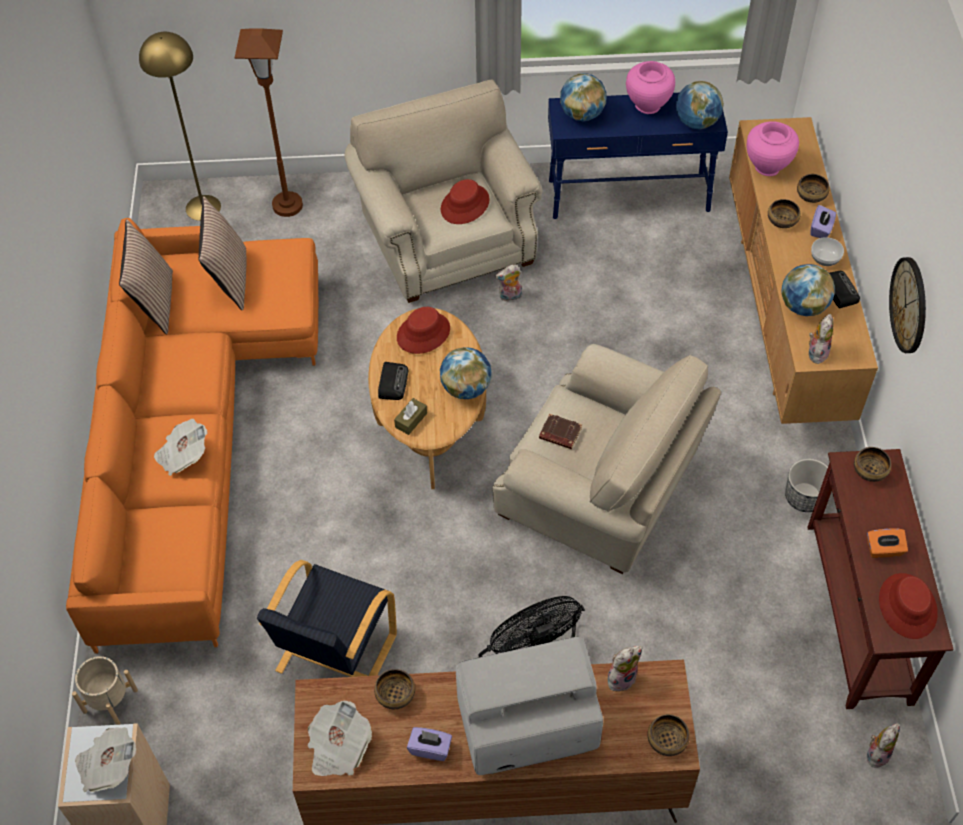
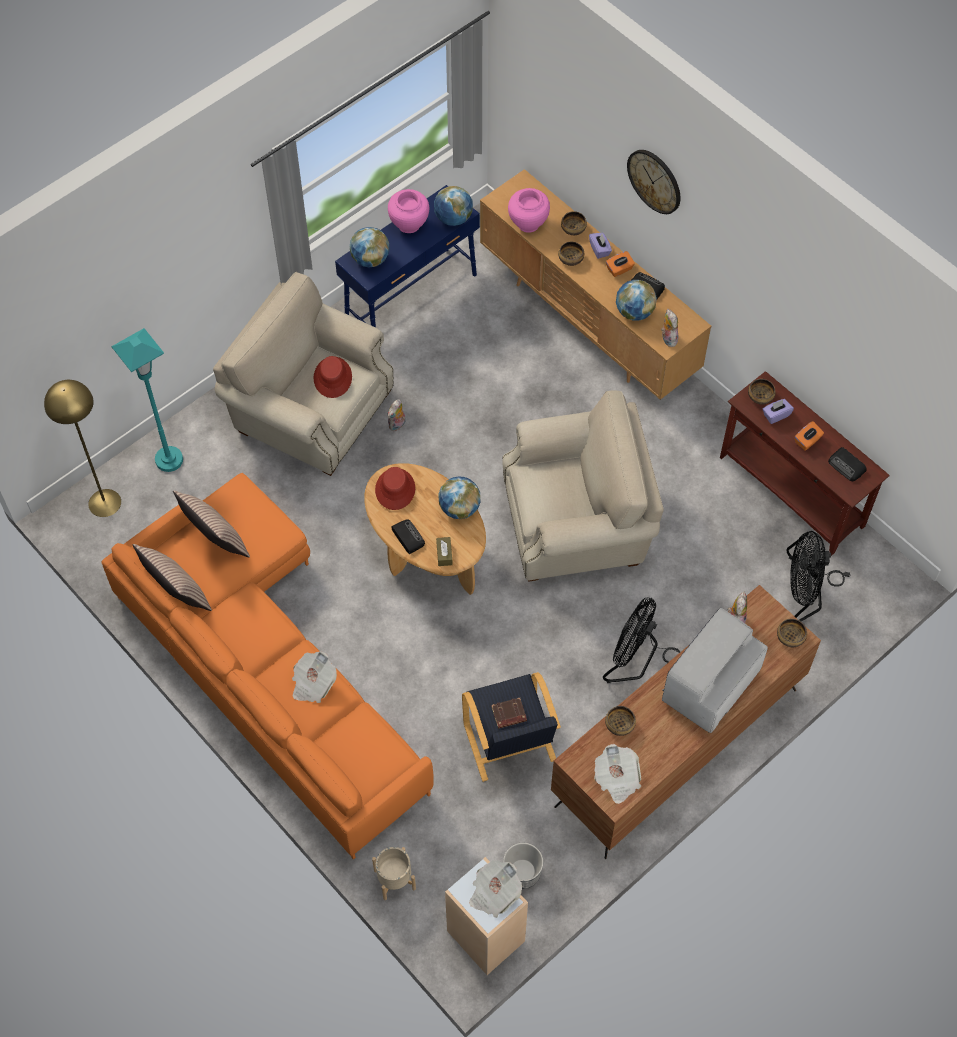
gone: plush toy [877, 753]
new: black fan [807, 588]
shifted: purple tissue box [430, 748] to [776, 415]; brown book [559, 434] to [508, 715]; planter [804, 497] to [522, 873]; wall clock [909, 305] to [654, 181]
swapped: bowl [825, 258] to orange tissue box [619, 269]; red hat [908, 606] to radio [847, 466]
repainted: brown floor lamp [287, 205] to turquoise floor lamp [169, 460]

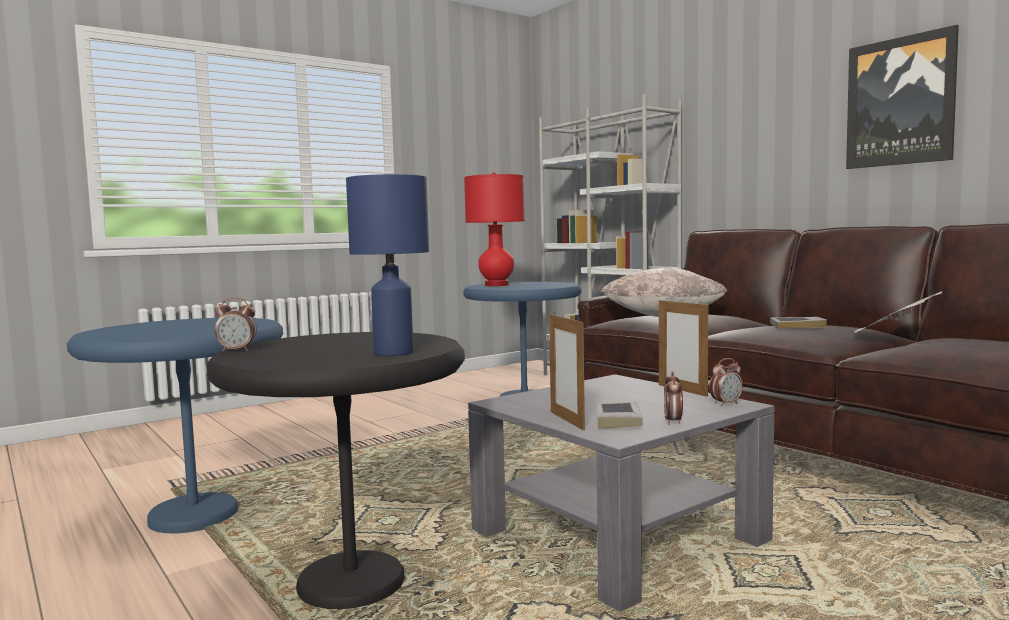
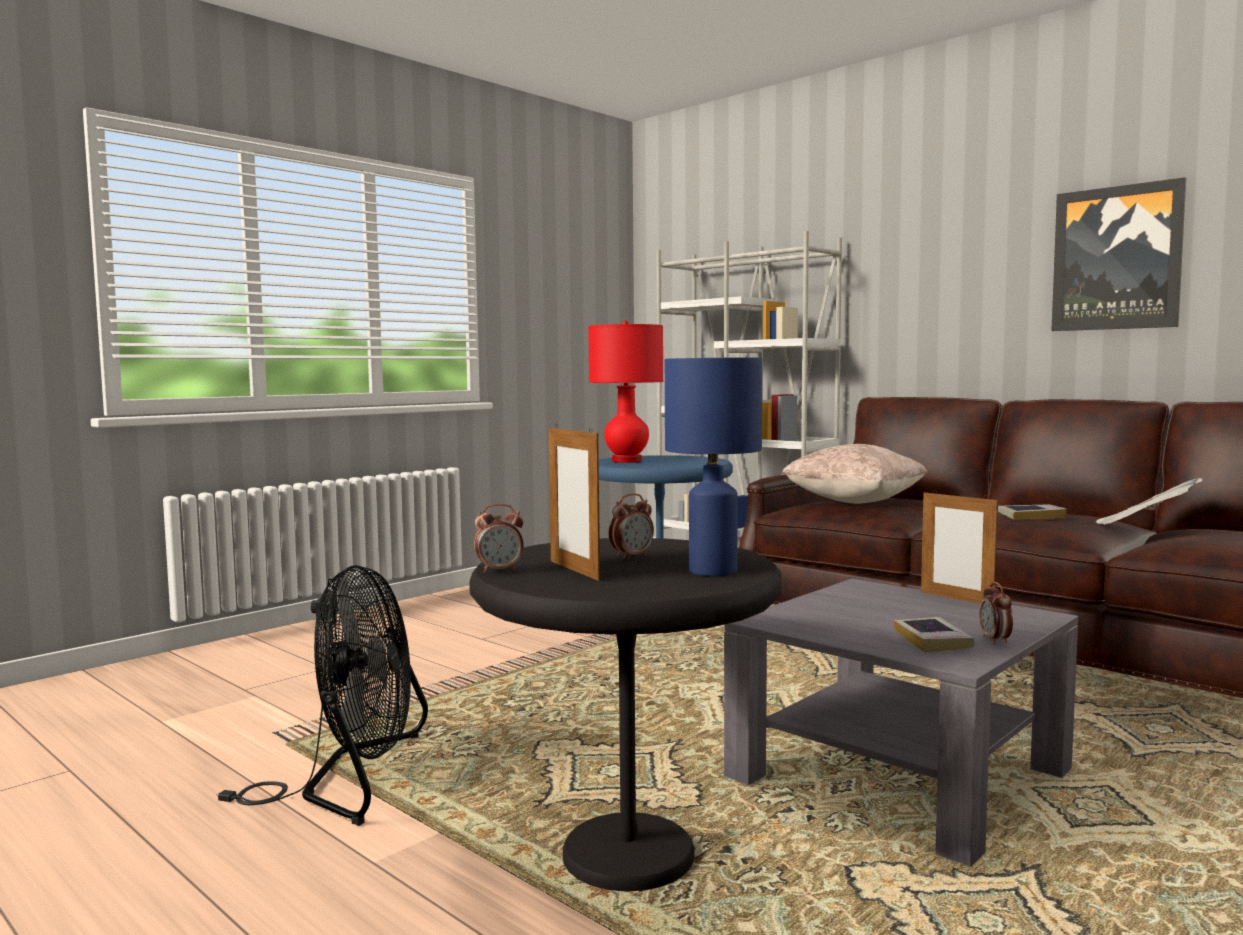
shifted: picture frame [567, 420] to [574, 570]; alarm clock [726, 404] to [631, 556]
swapped: blue side table [194, 516] to black fan [348, 779]

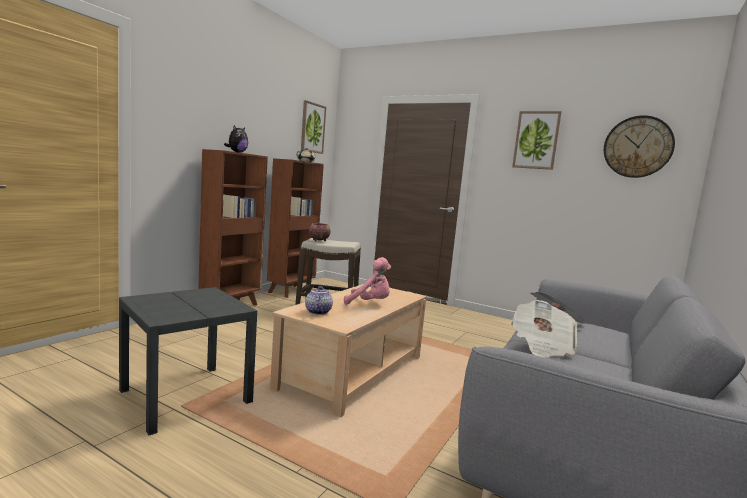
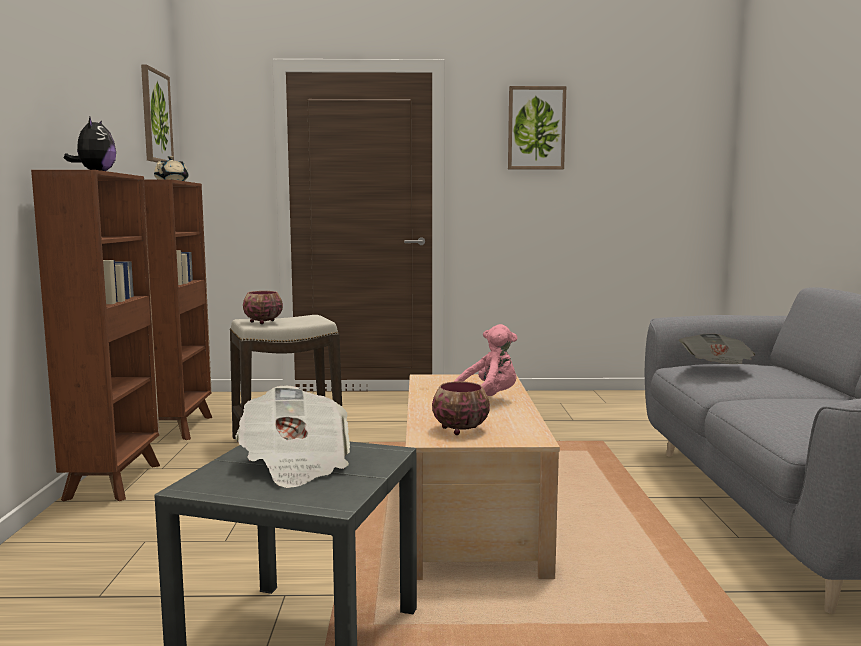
gone: wall clock [637, 147]
shifted: newspaper [541, 346] to [295, 465]
swapped: teapot [318, 311] to bowl [459, 429]

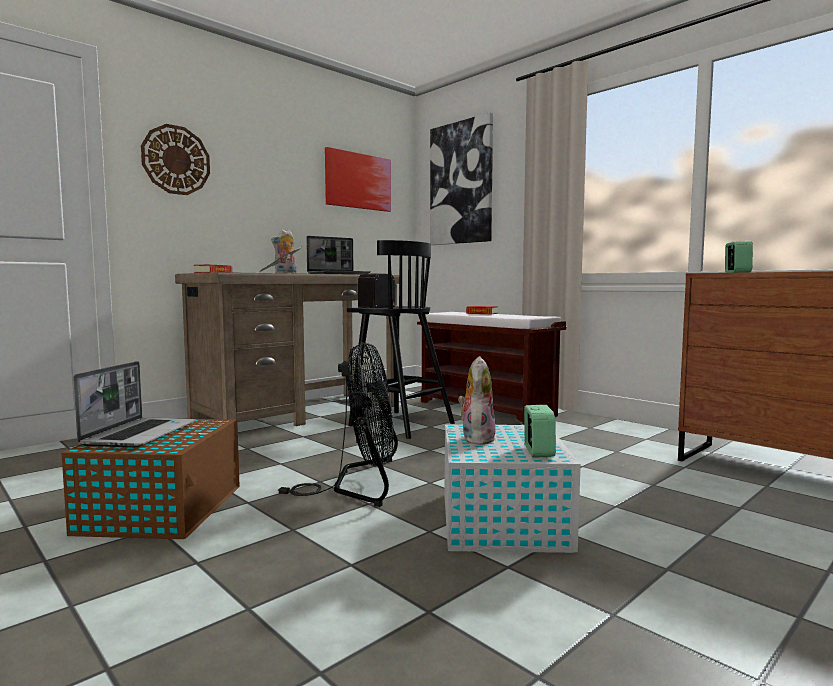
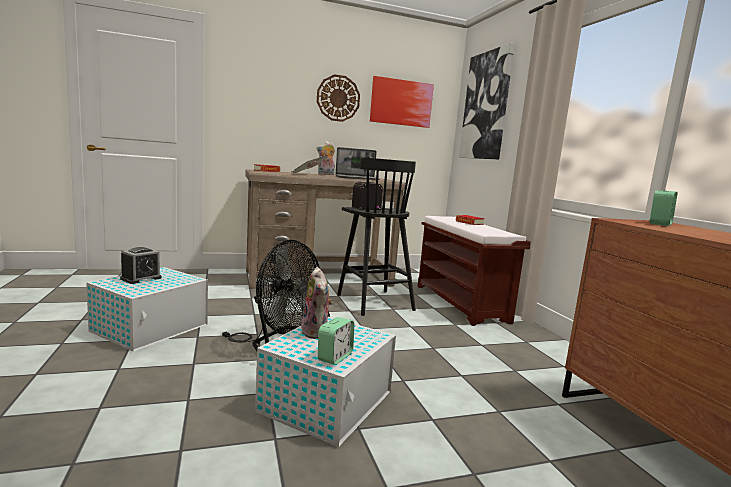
shifted: wall clock [176, 160] to [338, 98]
swapped: laptop [140, 434] to alarm clock [141, 278]
repainted: brown storage box [164, 509] to white storage box [152, 328]
rotated: plush toy [476, 438] = [316, 333] 120 degrees clockwise

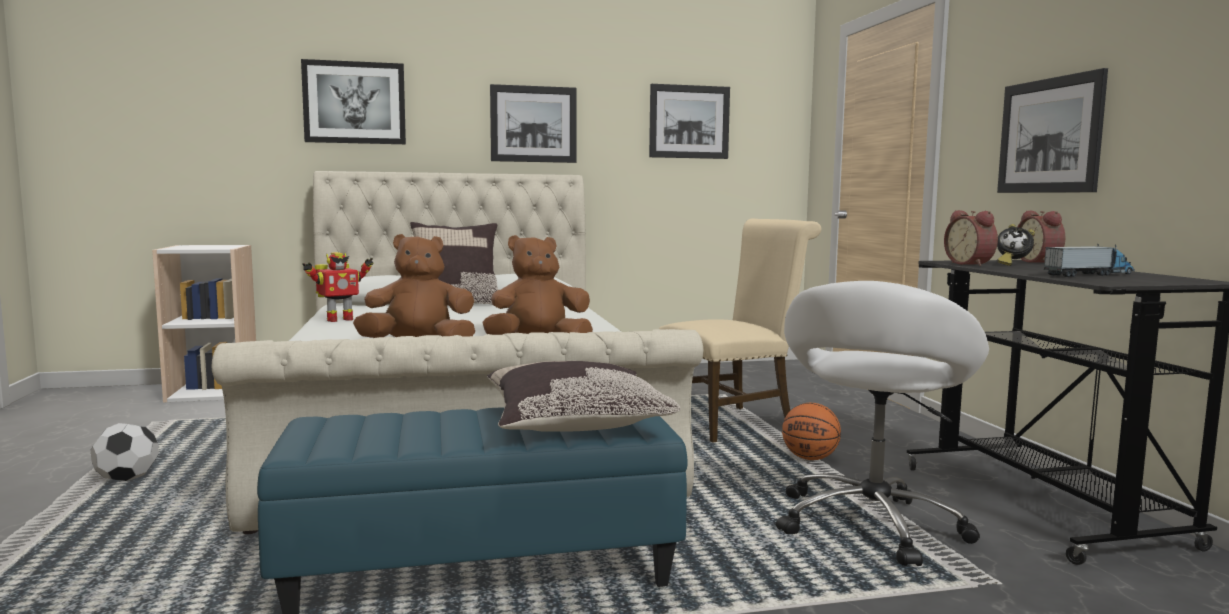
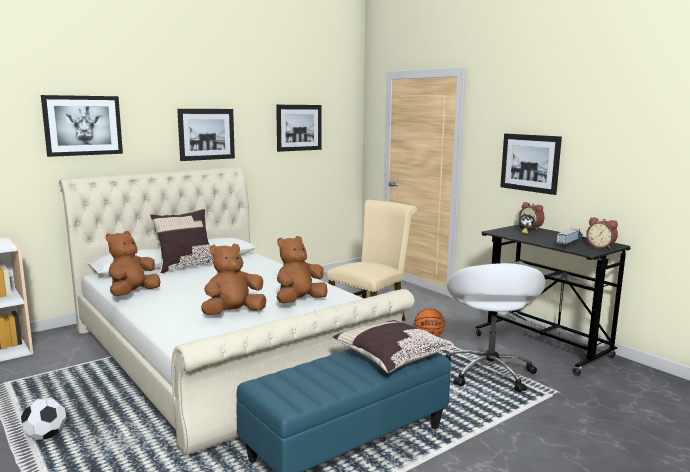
shifted: alarm clock [971, 264] to [601, 246]
swapped: toy robot [338, 320] to brown plush toy [133, 294]

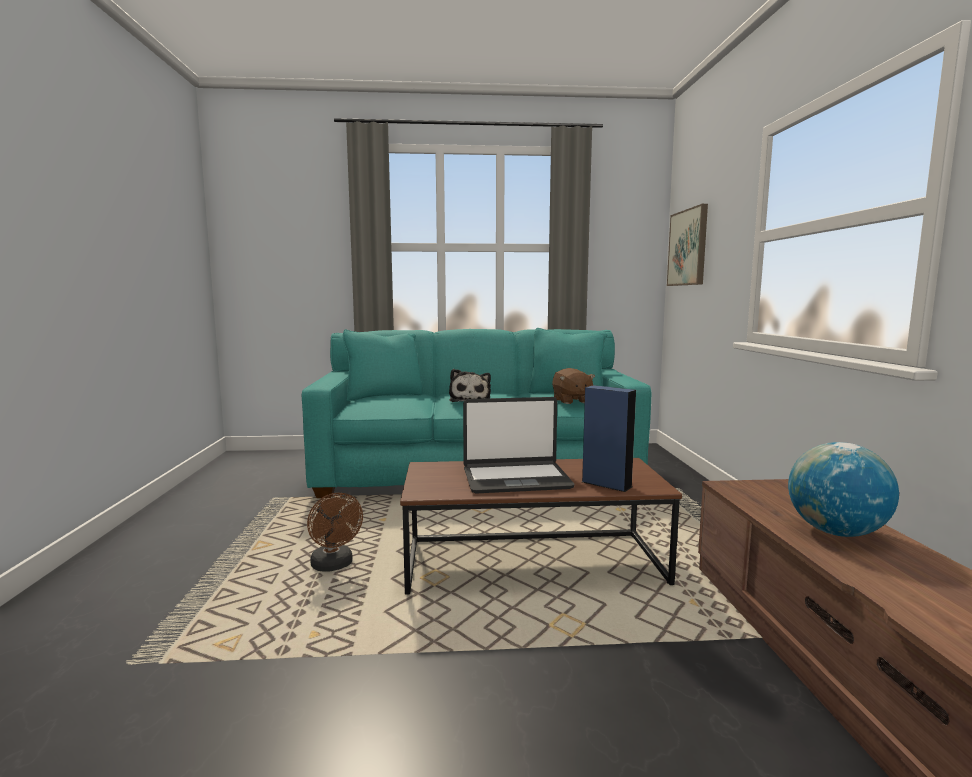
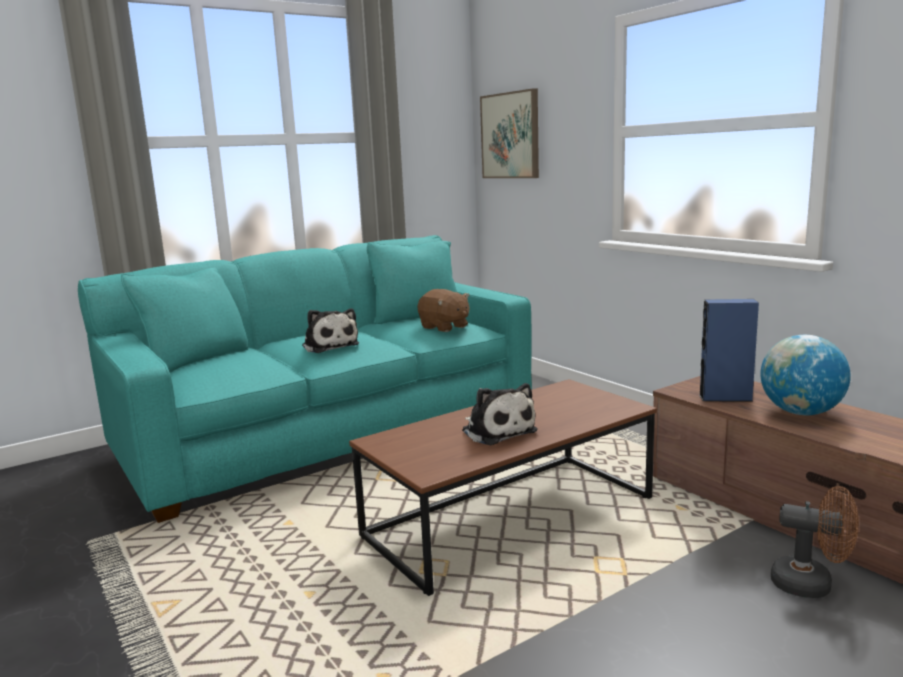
shifted: brown fan [334, 565] to [811, 585]; blue speaker [606, 484] to [725, 398]
swapped: laptop [516, 479] to plush toy [497, 431]

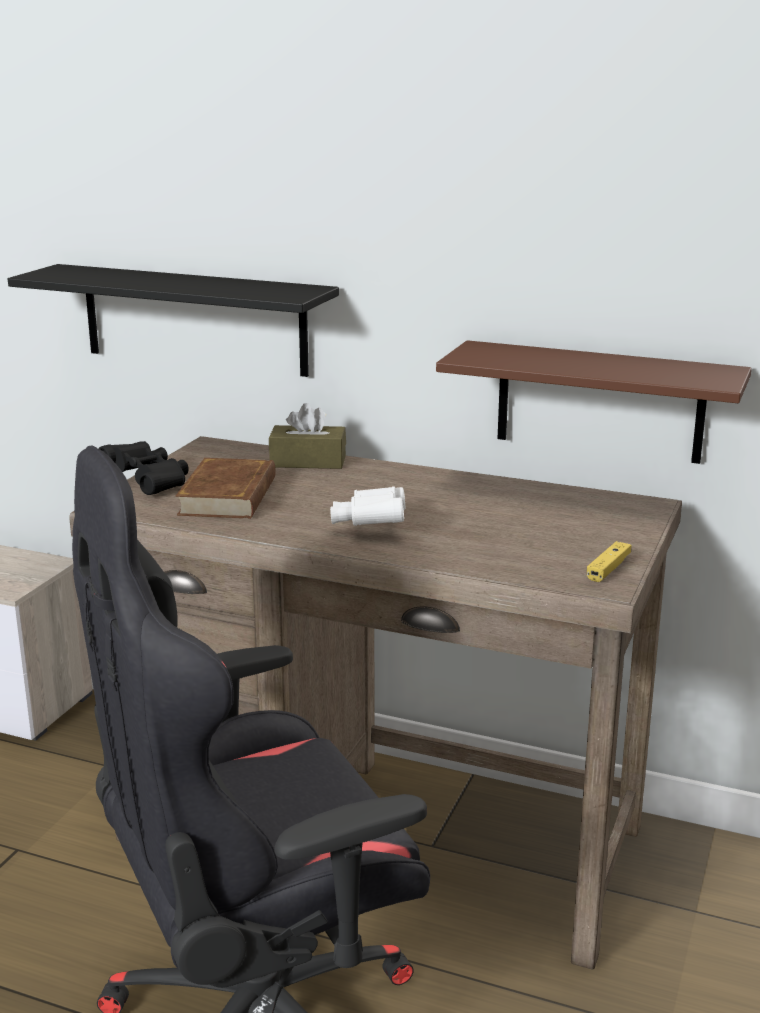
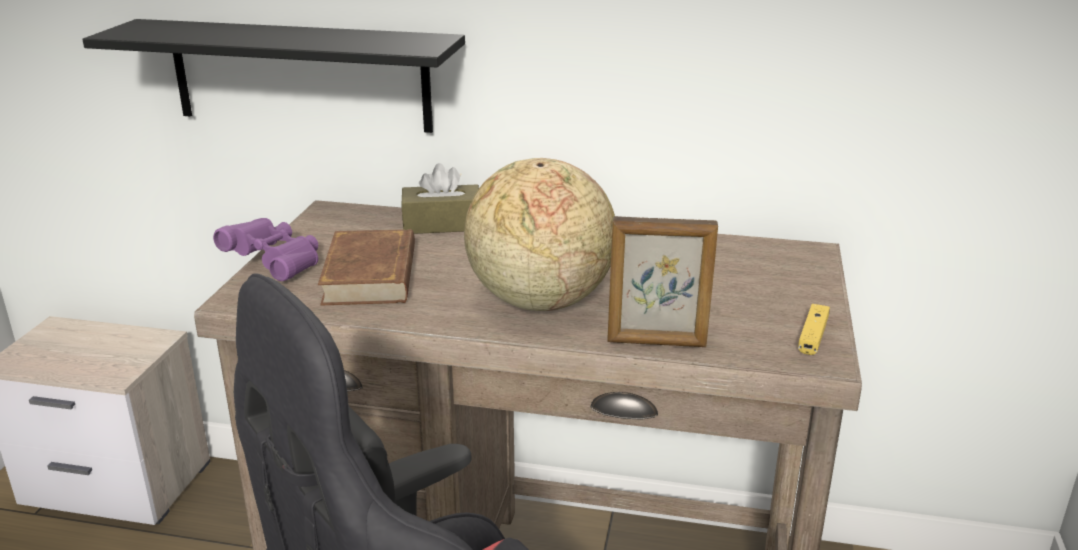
gone: brown shelf [599, 402]
new: picture frame [657, 343]
swapped: white binoculars [370, 525] to globe [539, 301]
repainted: black binoculars [149, 483] to purple binoculars [276, 264]

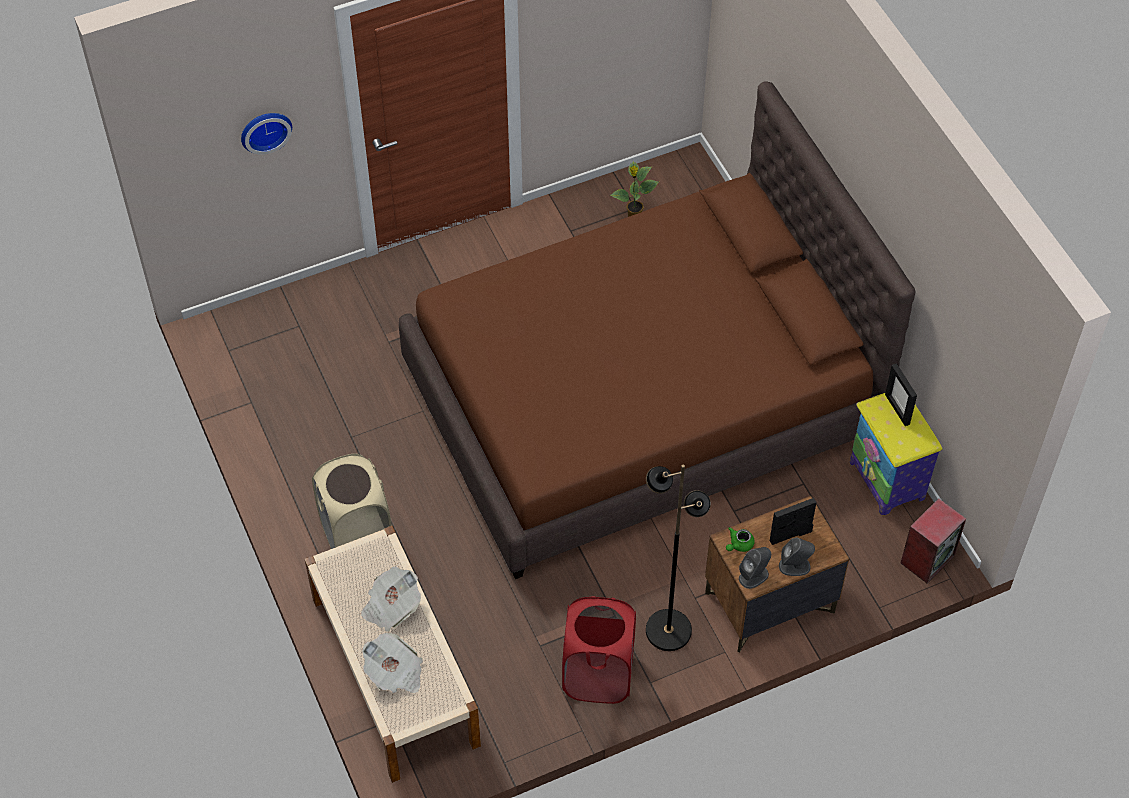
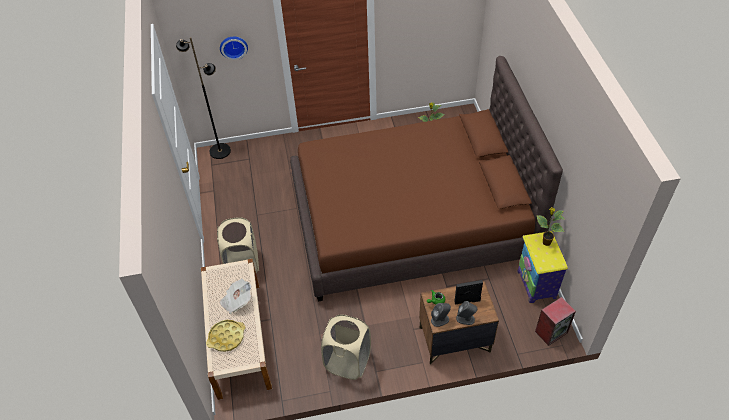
shifted: black floor lamp [667, 629] to [220, 151]
swapped: newspaper [395, 673] to yellow tray [226, 337]; picture frame [898, 409] to potted plant [546, 242]
repainted: red laundry basket [598, 675] to beige laundry basket [347, 362]

